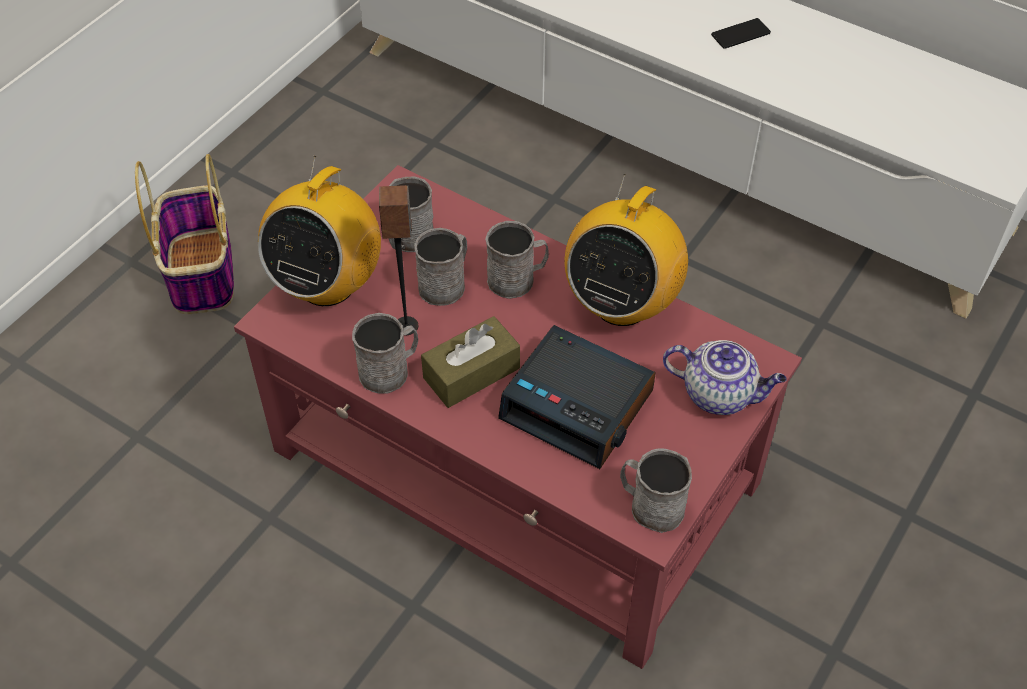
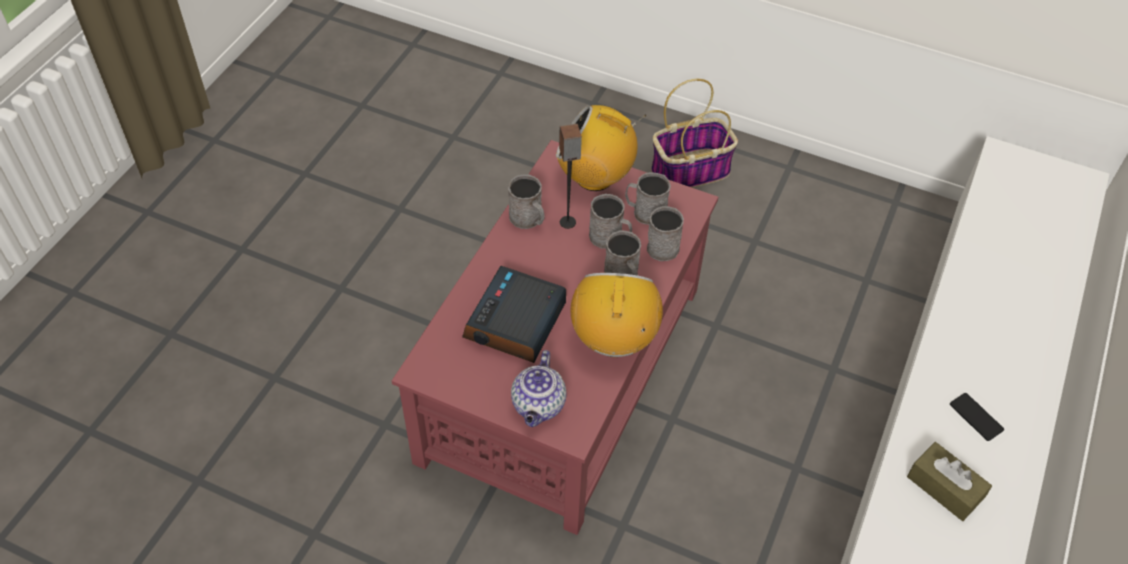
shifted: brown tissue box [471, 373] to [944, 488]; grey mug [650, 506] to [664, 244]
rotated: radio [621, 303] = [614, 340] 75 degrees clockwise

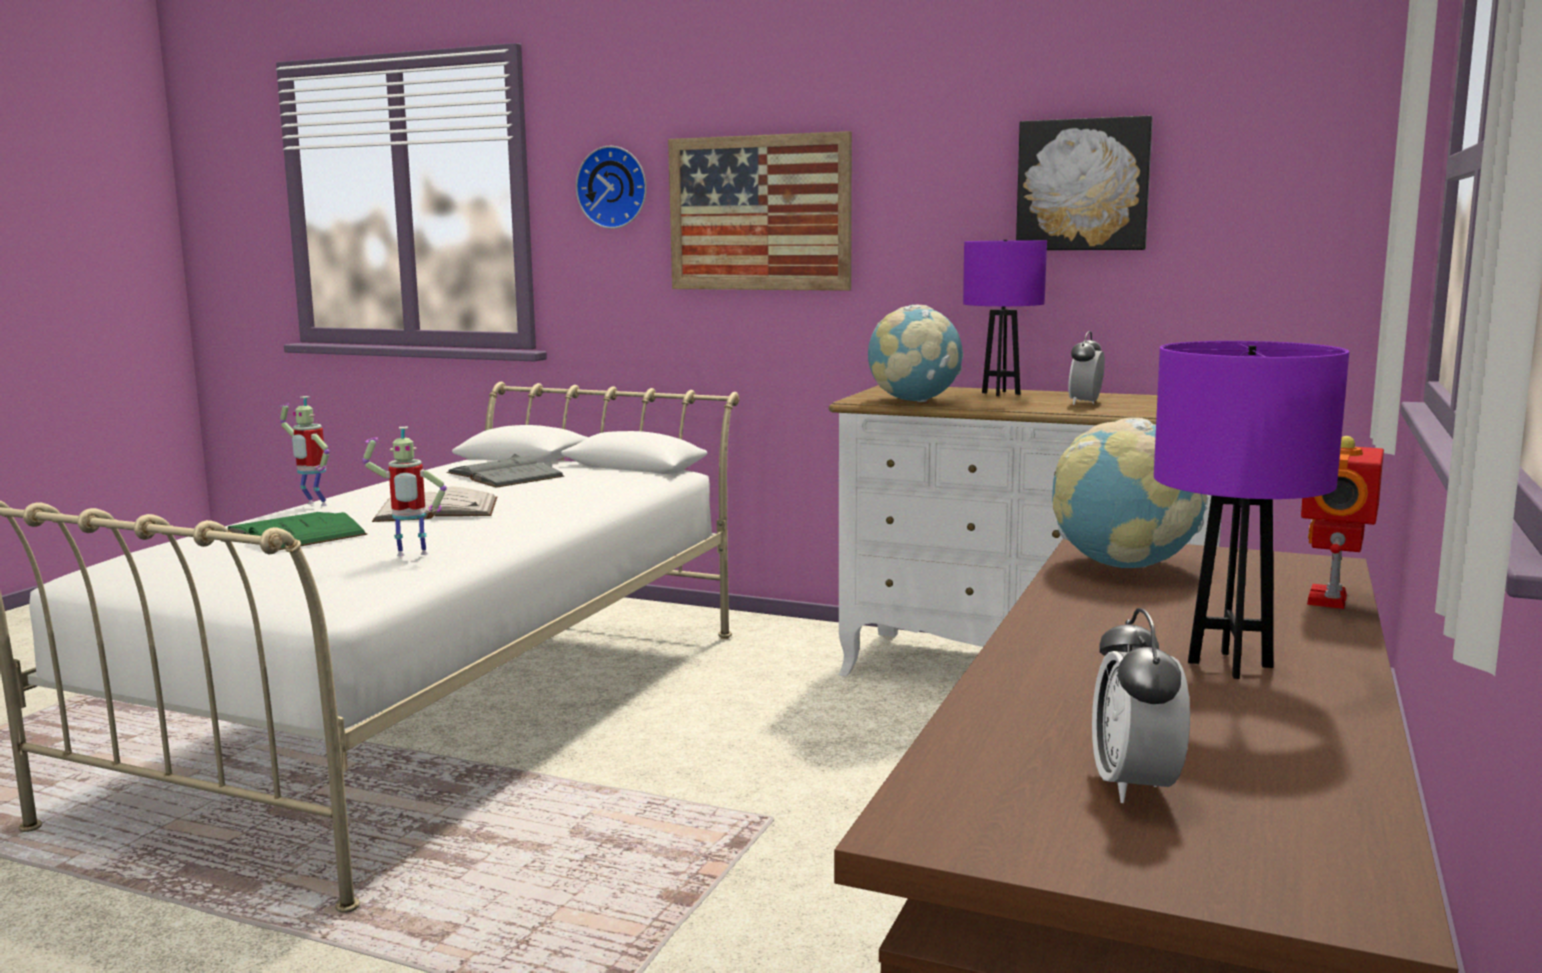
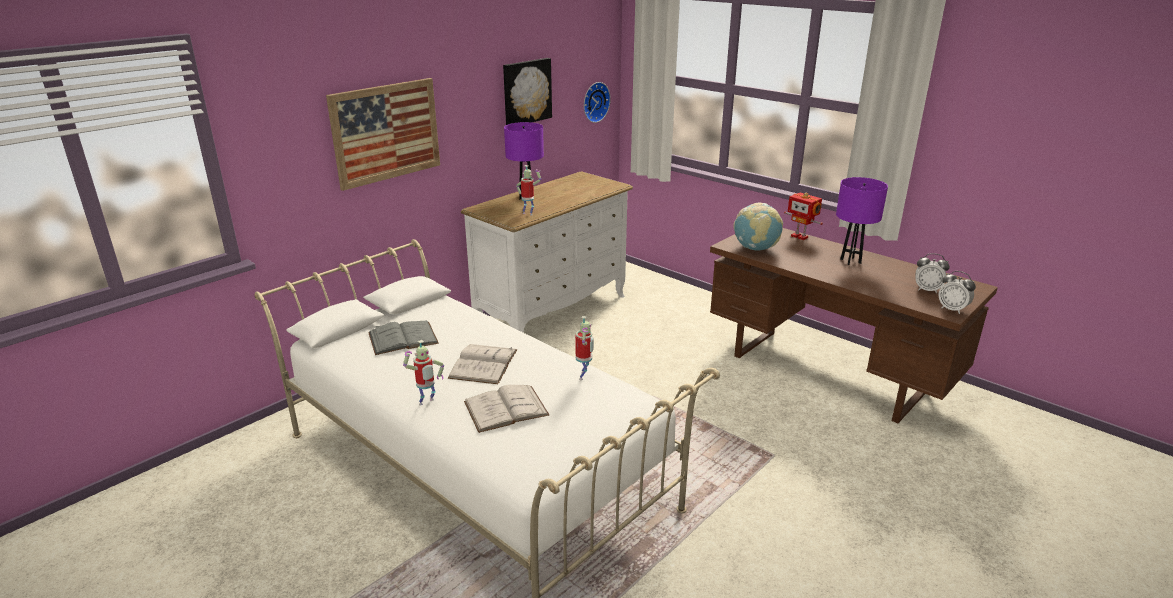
shifted: wall clock [614, 187] to [594, 102]; alarm clock [1085, 403] to [952, 309]
swapped: globe [914, 401] to toy robot [528, 213]
repainted: green book [296, 533] to white book [506, 408]

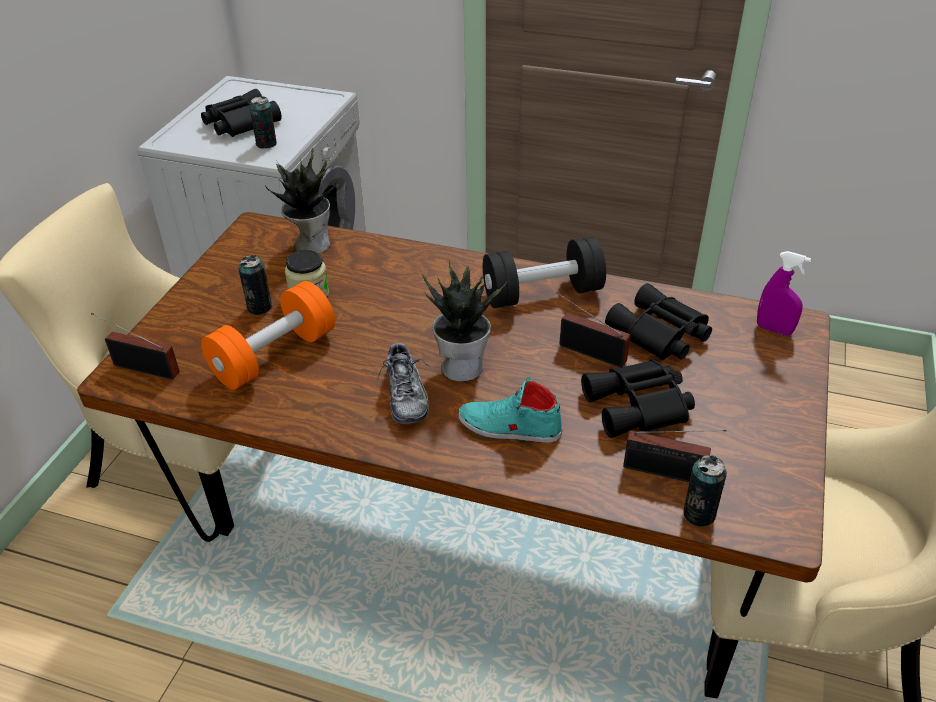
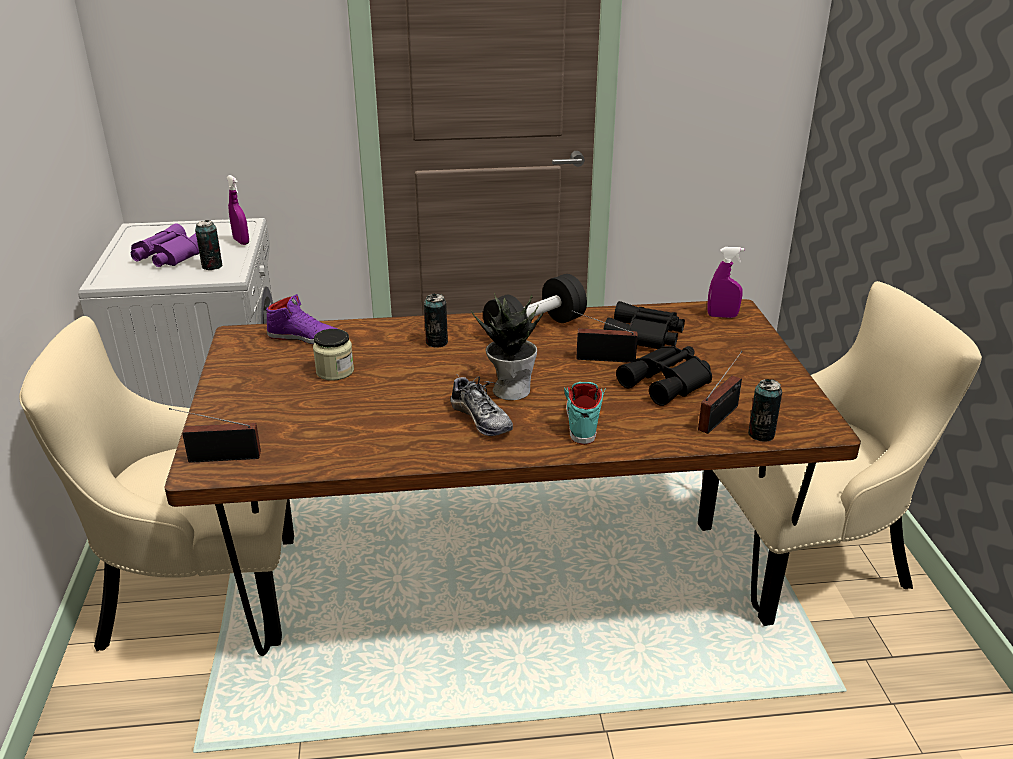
gone: orange dumbbell [274, 356]
new: purple spray bottle [241, 241]
shifted: can [259, 307] to [436, 342]
swapped: potted plant [311, 244] to purple shoe [305, 337]
repainted: black binoculars [239, 122] to purple binoculars [169, 255]
rotated: turquoise shoe [509, 428] = [582, 419] 105 degrees clockwise; radio [668, 473] = [720, 417] 45 degrees counterclockwise

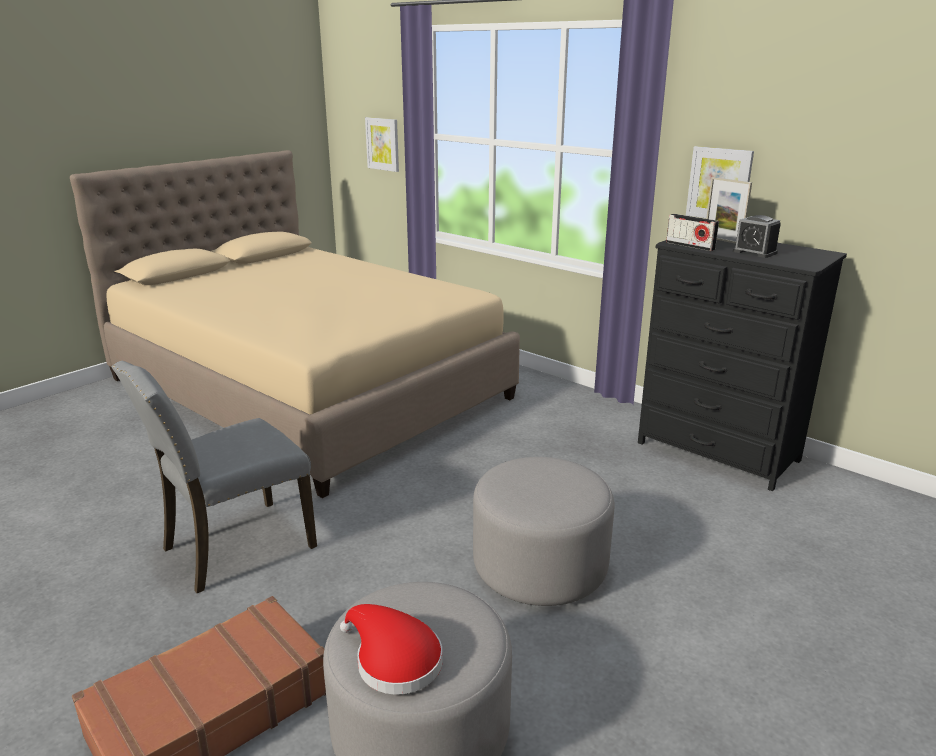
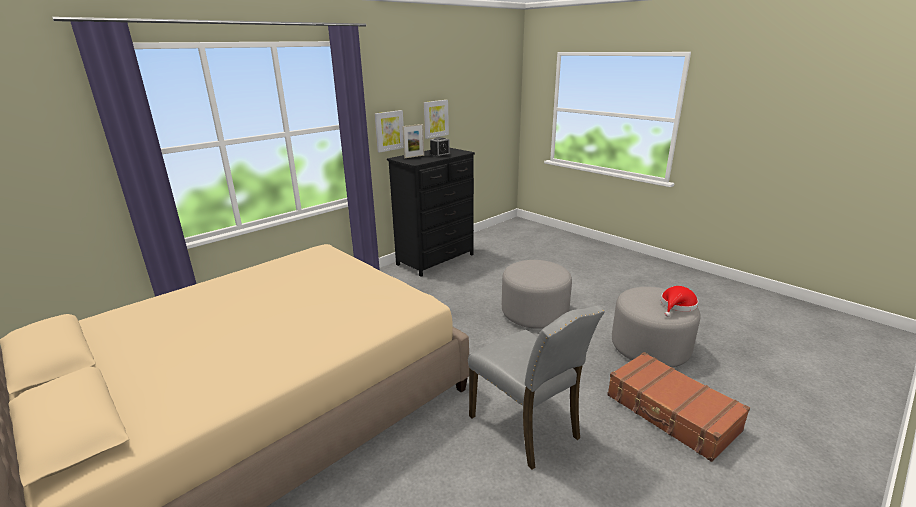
gone: radio [690, 246]
shifted: picture [383, 144] to [435, 118]

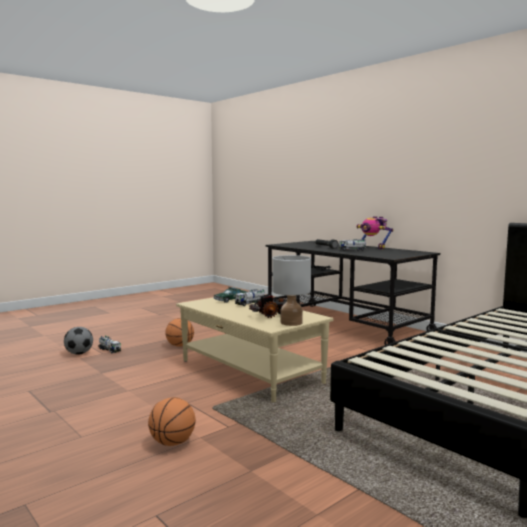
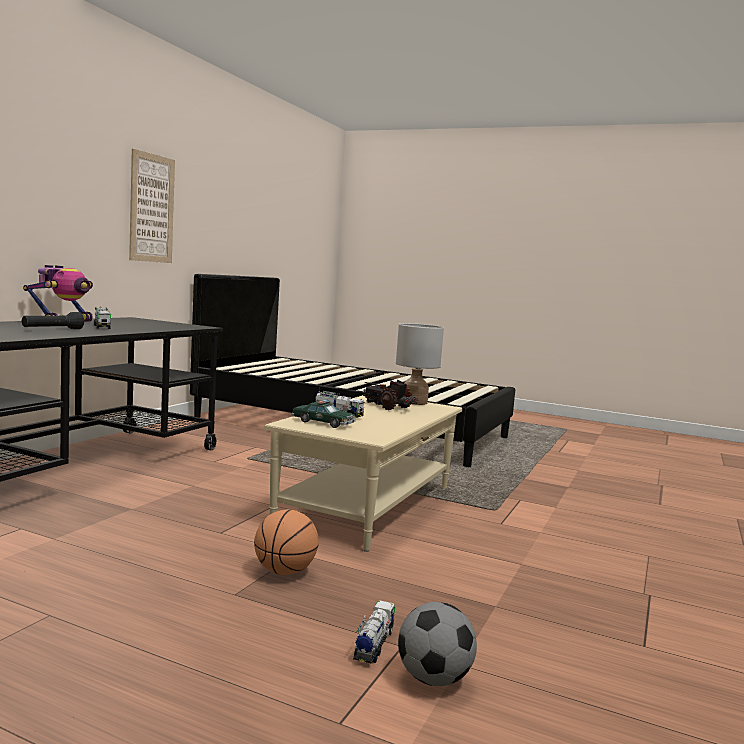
gone: basketball [172, 443]
new: picture [152, 208]

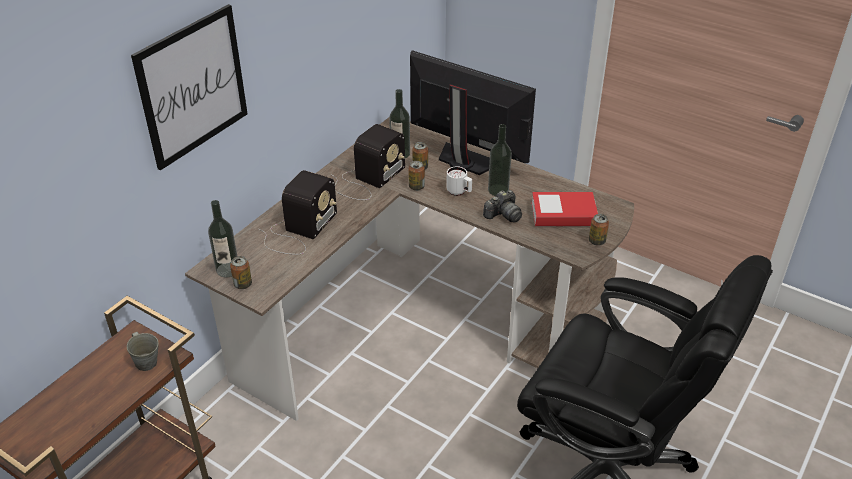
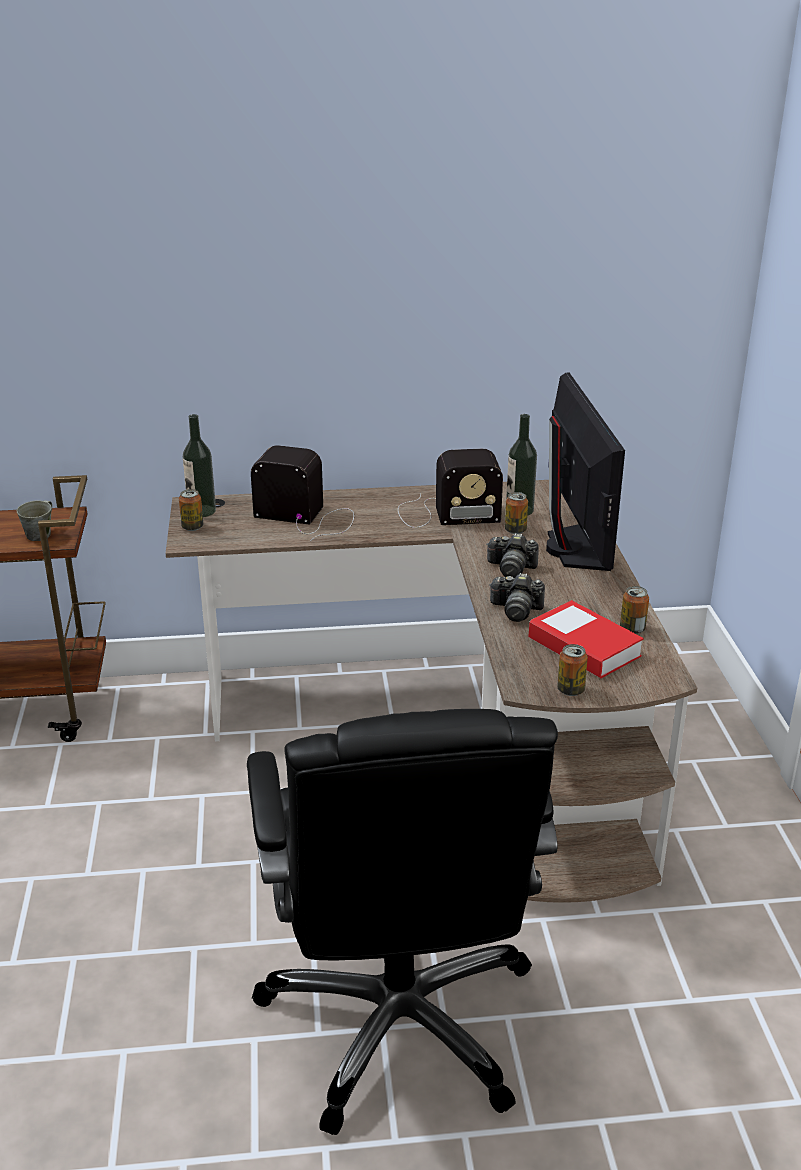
gone: picture [193, 86]; bottle [498, 190]
shifted: can [416, 187] to [632, 629]
swapped: white mug [459, 192] to photo camera [511, 568]
rotated: radio [299, 231] = [308, 517] 150 degrees counterclockwise

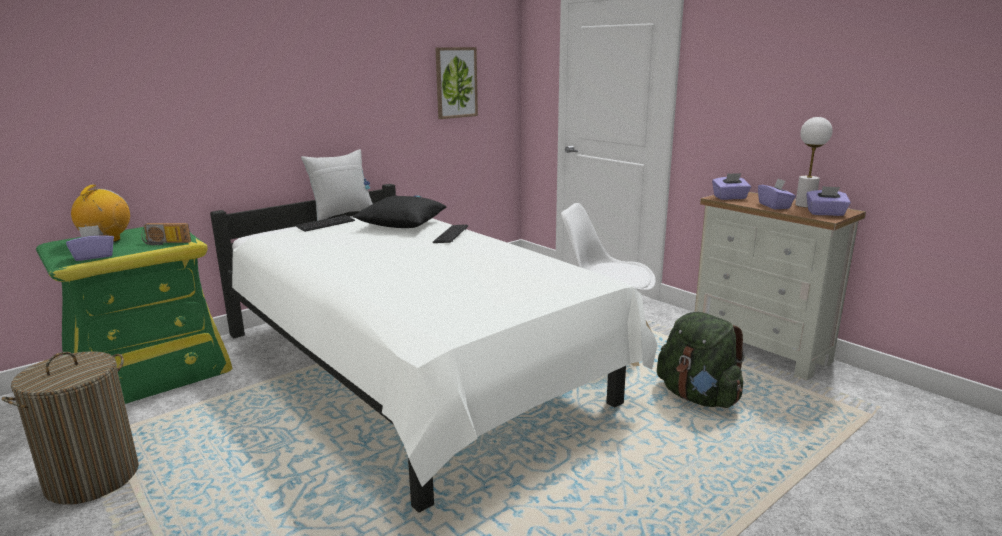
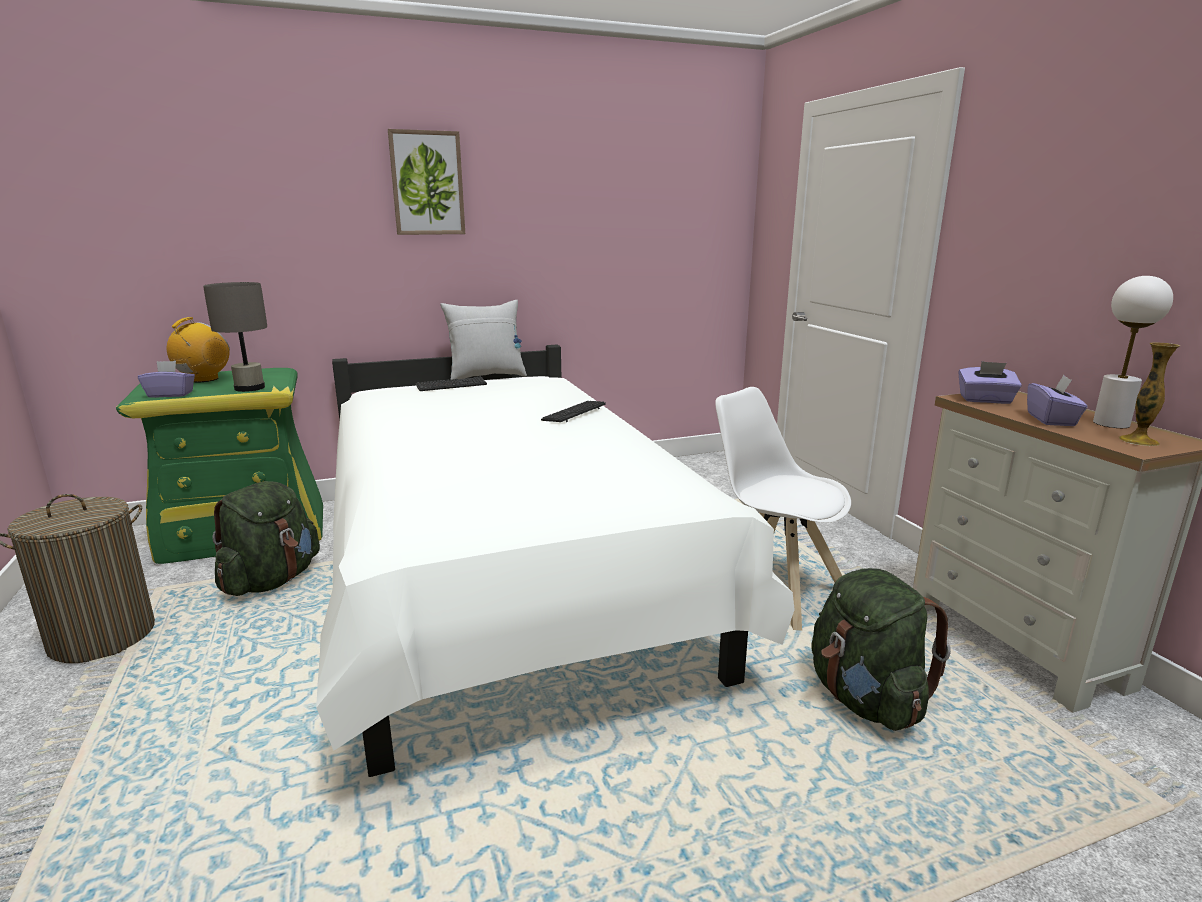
gone: black pillow [402, 225]
new: green backpack [272, 580]
shifted: picture [456, 82] to [427, 183]
swapped: radio [165, 243] to grey table lamp [250, 388]; purple tissue box [825, 213] to vase [1138, 441]

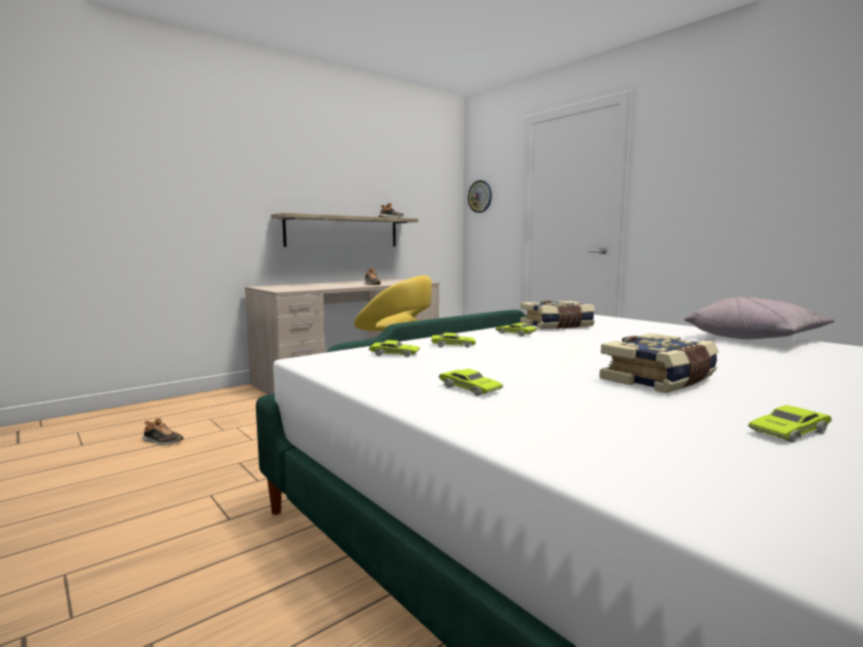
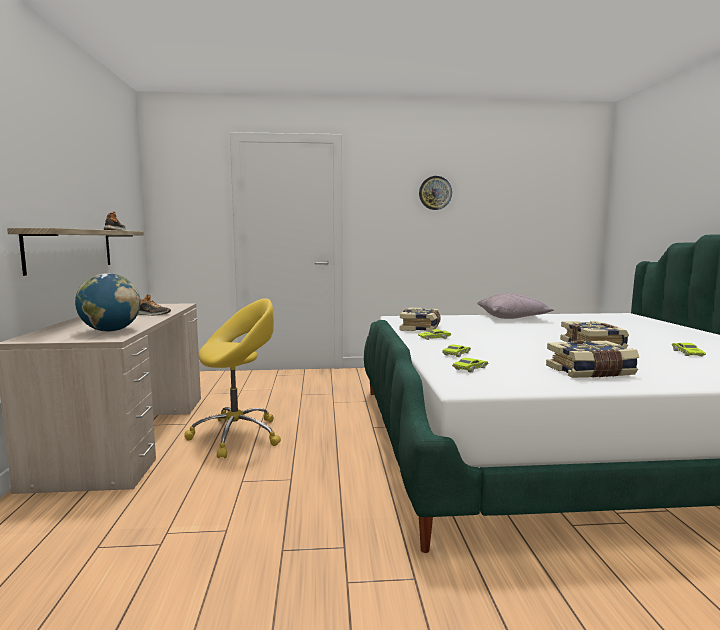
gone: shoe [162, 441]
new: globe [110, 331]
shifted: wall clock [480, 196] to [435, 193]
swapped: green toy car [470, 389] to book [591, 372]

